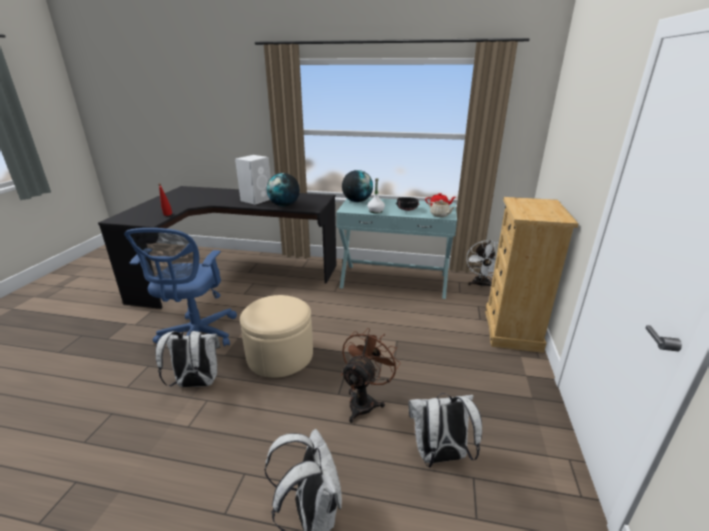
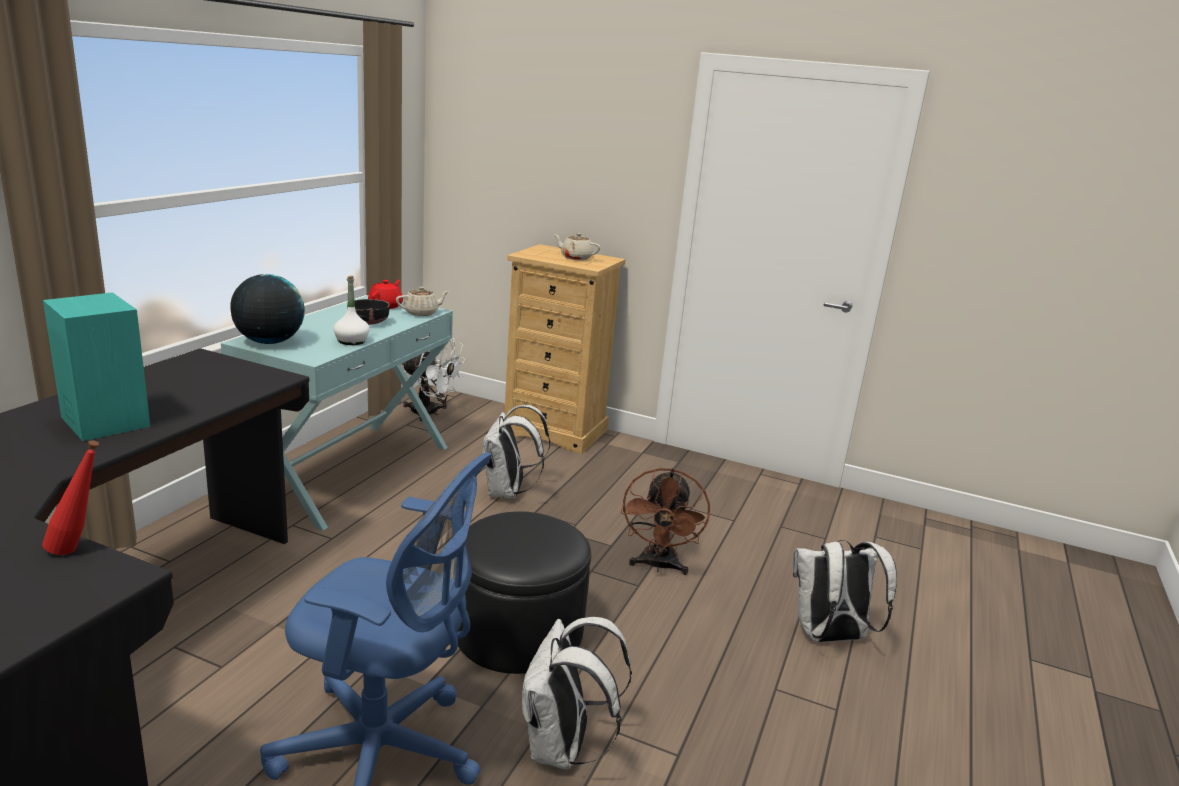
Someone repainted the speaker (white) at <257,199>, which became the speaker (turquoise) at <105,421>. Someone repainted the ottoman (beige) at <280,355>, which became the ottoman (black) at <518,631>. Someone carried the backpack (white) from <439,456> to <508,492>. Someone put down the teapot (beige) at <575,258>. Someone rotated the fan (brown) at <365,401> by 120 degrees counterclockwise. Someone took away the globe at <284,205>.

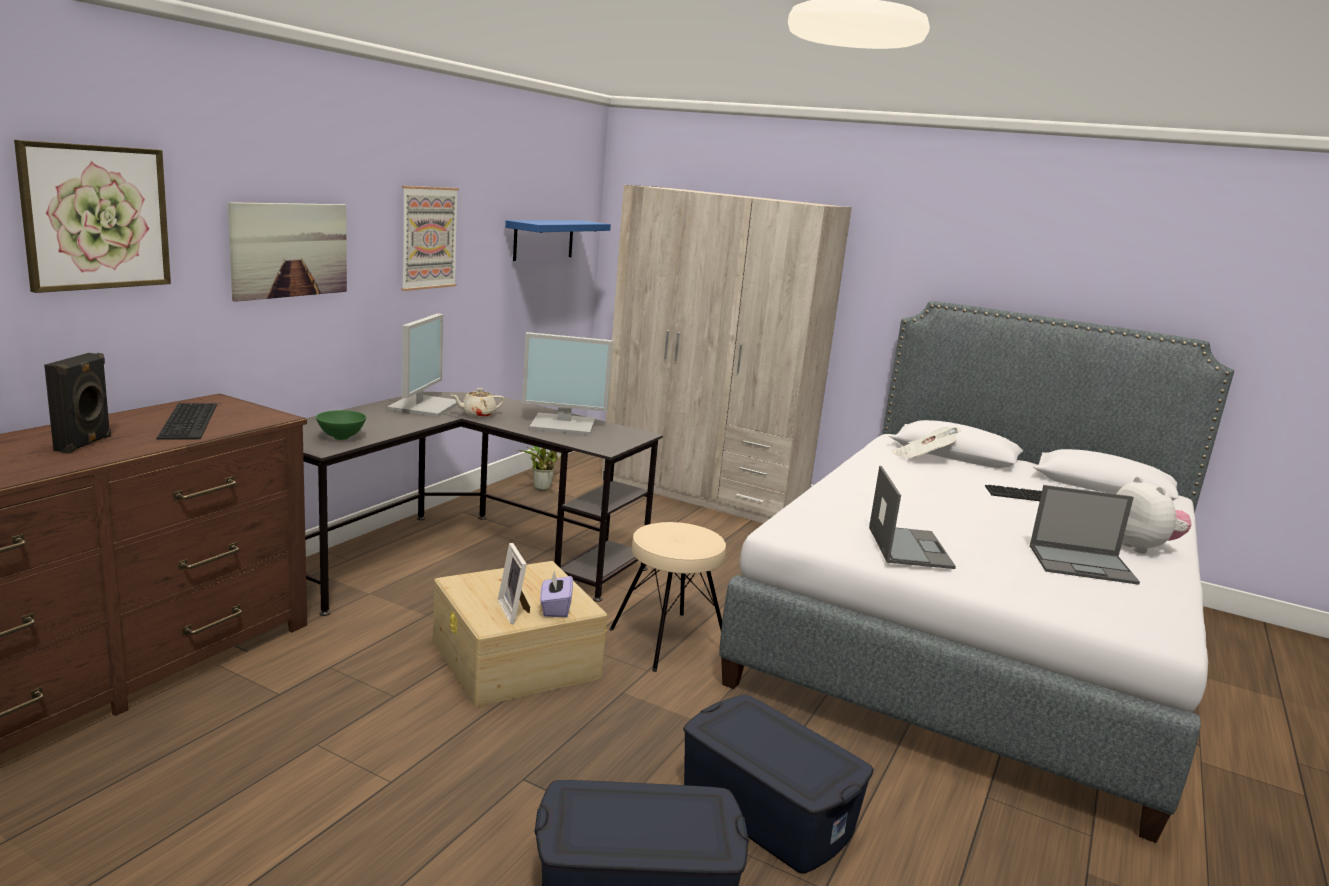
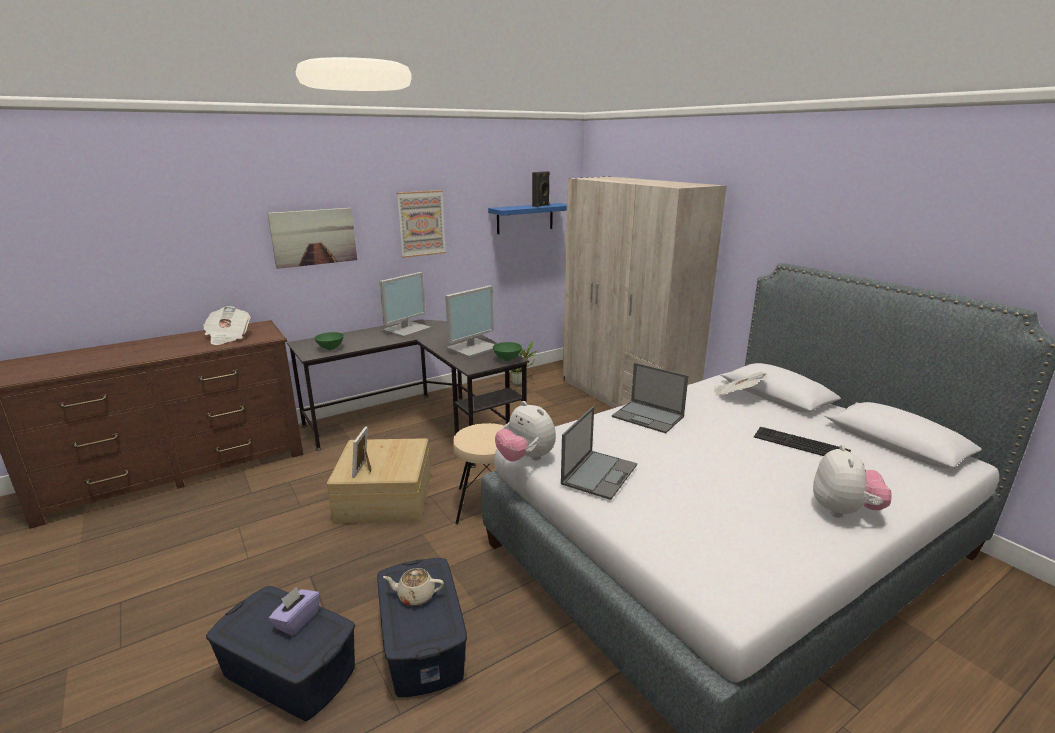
Someone swapped the keyboard at <191,421> for the newspaper at <228,337>. Someone carried the tissue box (purple) from <555,608> to <297,620>. Someone carried the teapot (beige) from <477,414> to <415,595>. Someone rotated the monitor at <564,424> by 75 degrees counterclockwise. Someone put down the bowl (green) at <507,359>. Someone put down the plush toy at <525,458>. Someone carried the speaker (black) from <85,444> to <541,206>. Someone carried the laptop from <1083,564> to <648,417>. Someone took away the picture at <96,217>.

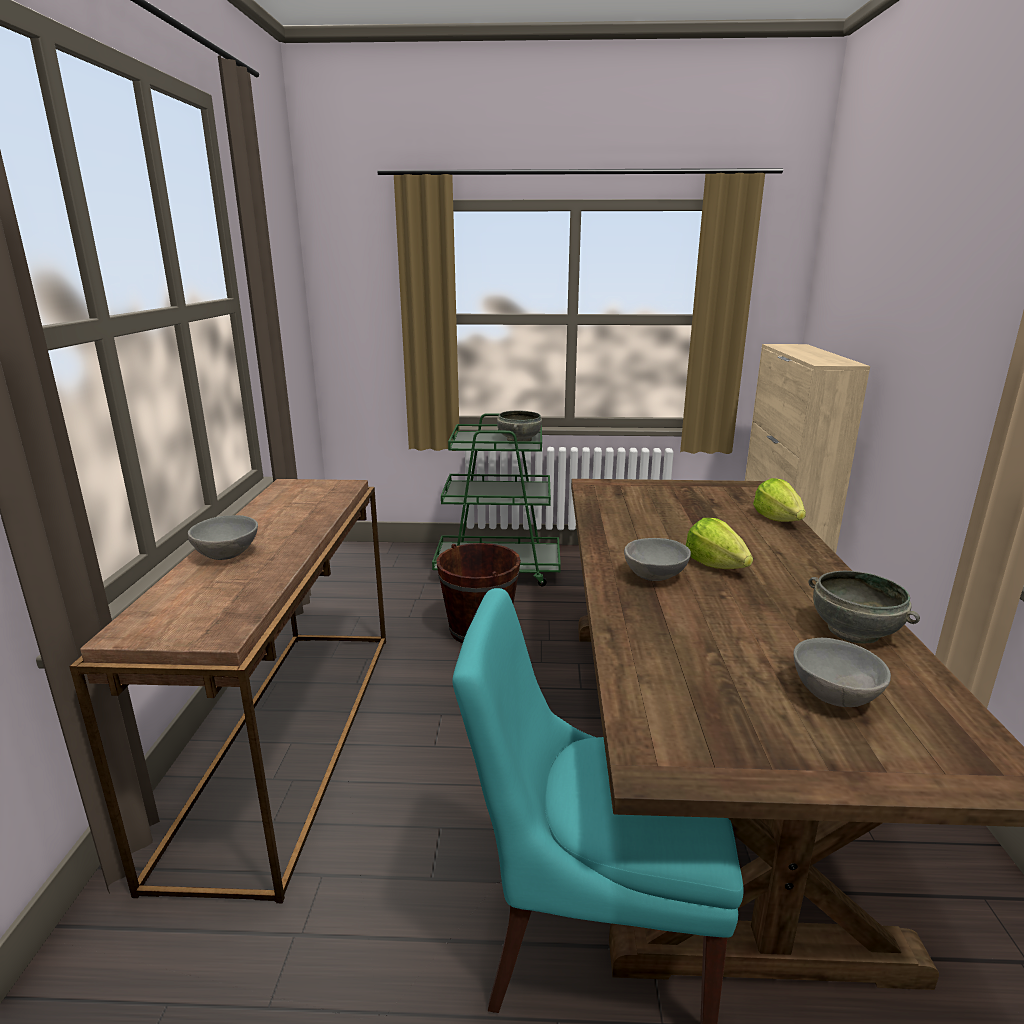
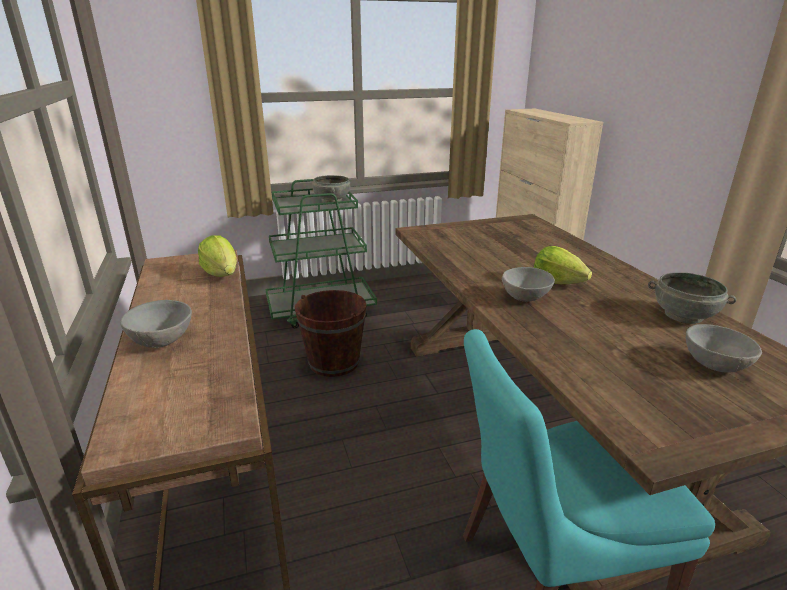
Someone carried the lettuce from <777,519> to <222,274>.

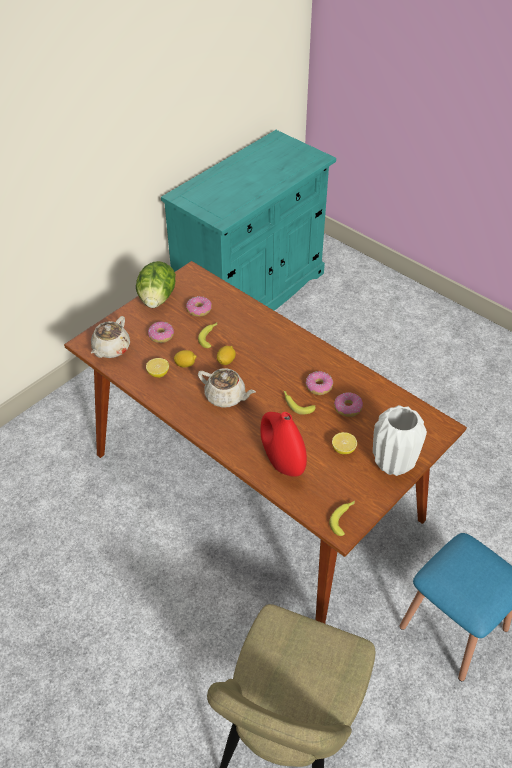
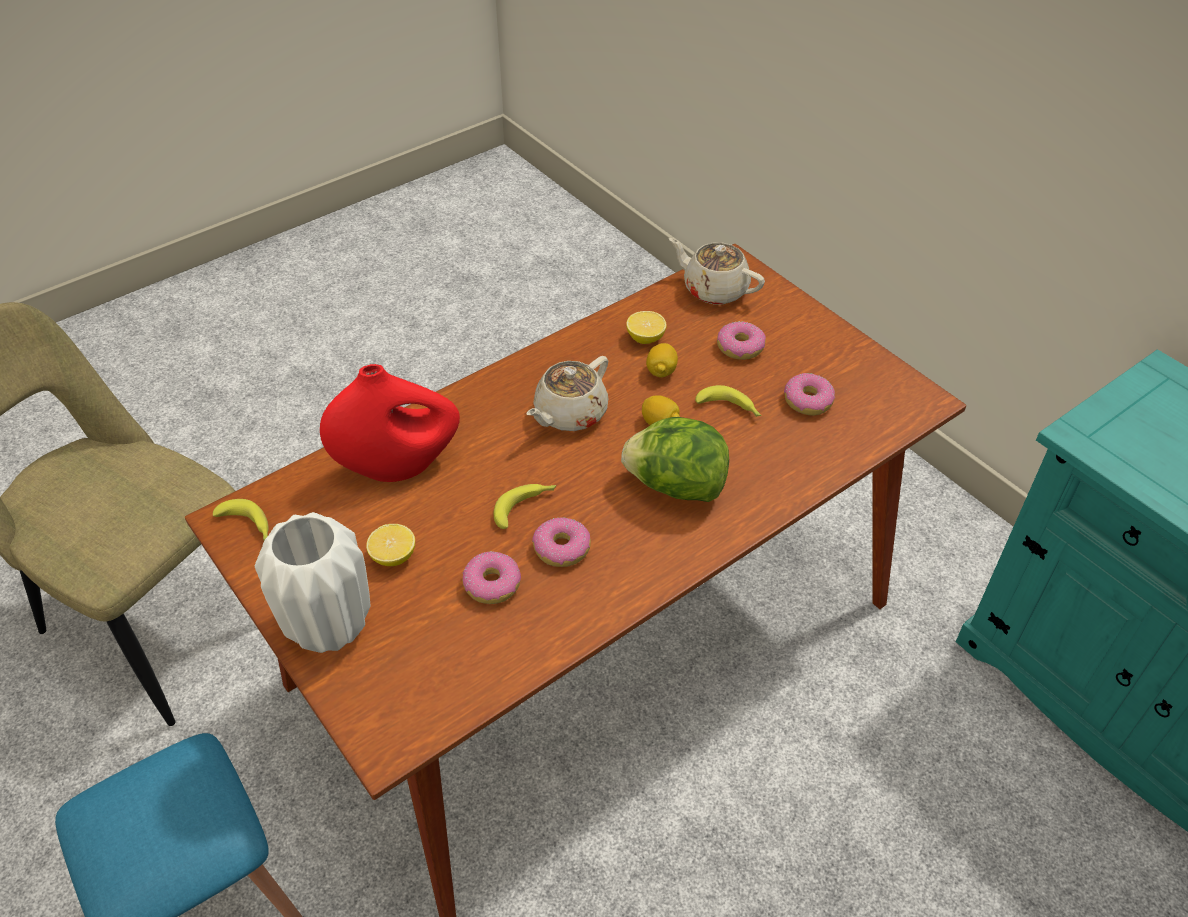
Someone carried the lettuce from <157,299> to <675,486>.

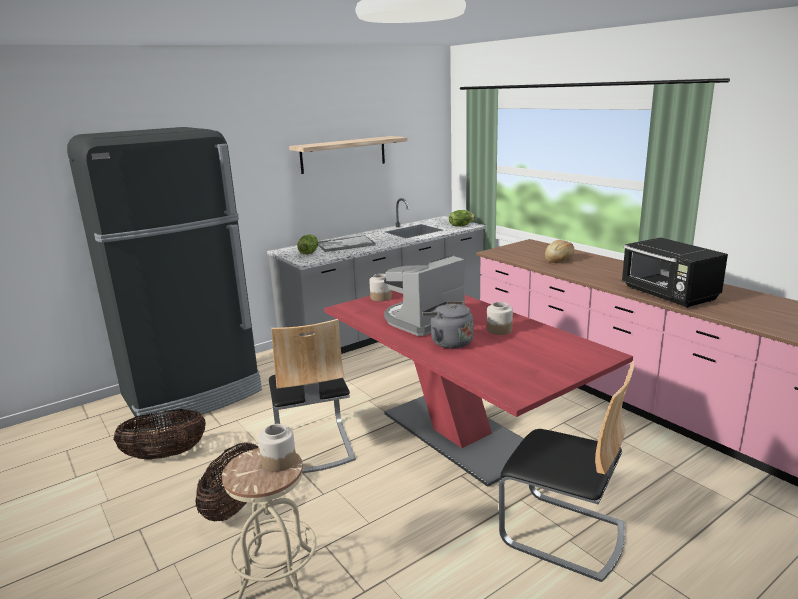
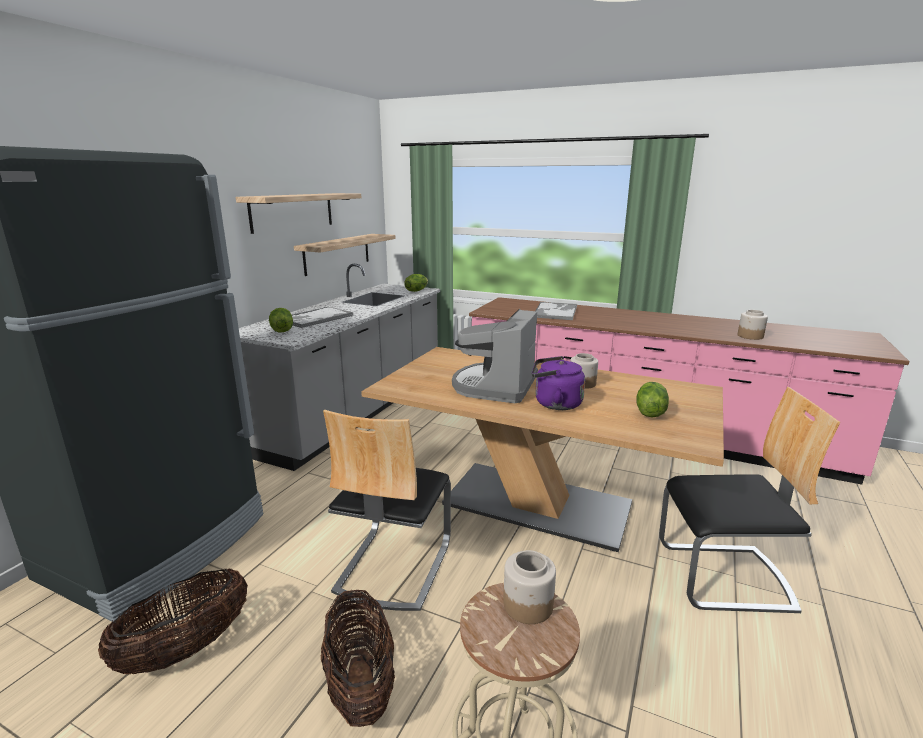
Someone put up the shelf at <337,253>. Someone rotated the chair at <313,445> by 60 degrees clockwise. Someone repainted the dining table (red) at <460,434>, which became the dining table (beige) at <537,504>. Someone repainted the kettle (grey) at <449,342>, which became the kettle (purple) at <554,404>. Someone swapped the bread at <559,259> for the tray at <555,312>. Someone put down the lettuce at <649,412>. Someone carried the jar from <381,298> to <750,336>. Someone took away the microwave (black) at <669,295>.

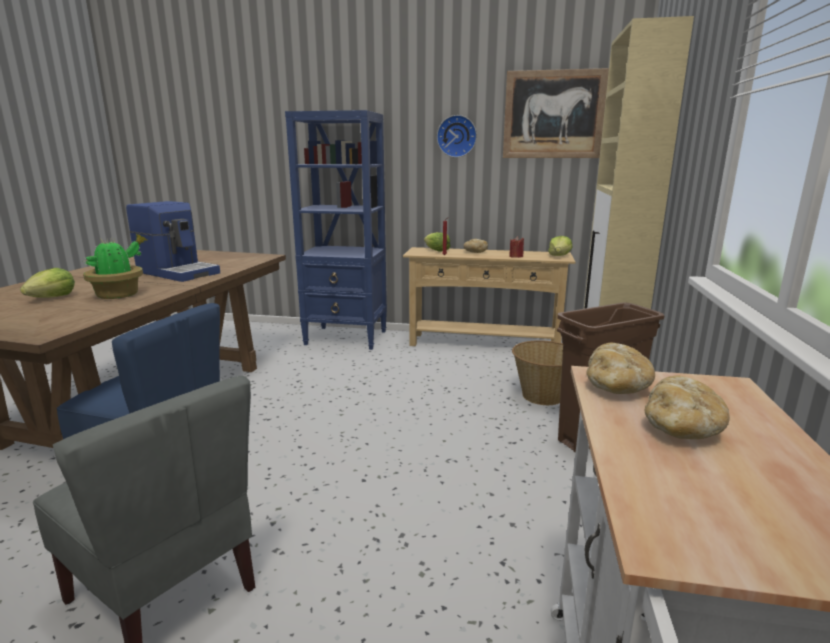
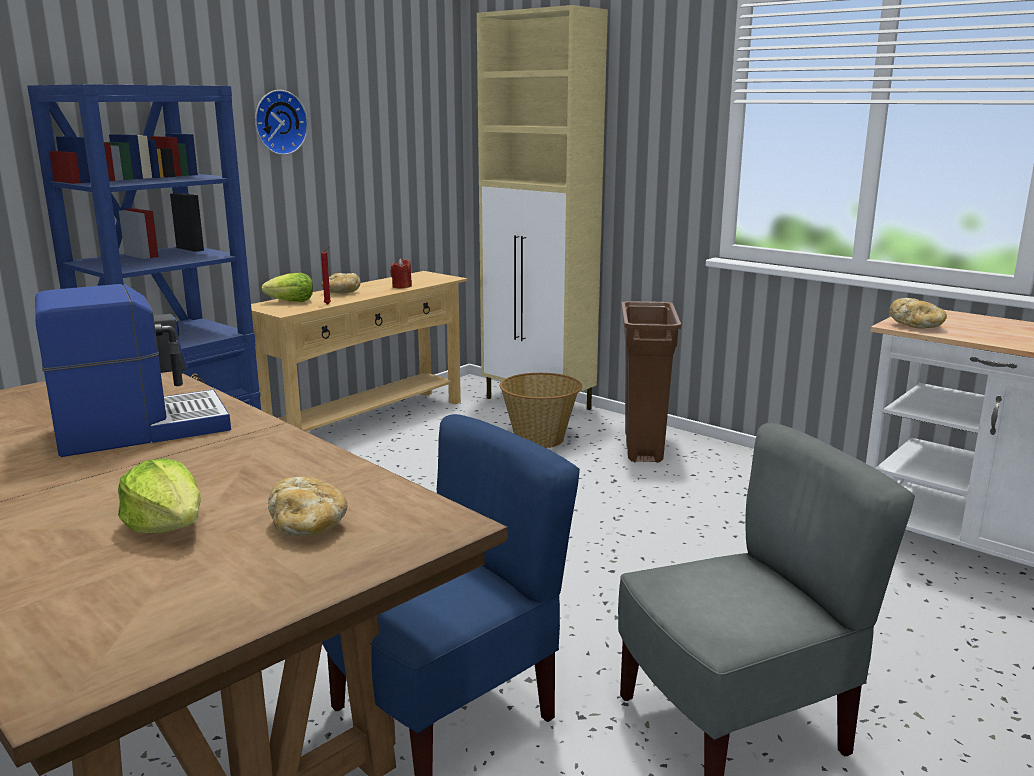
Someone carried the bread from <681,428> to <308,527>. Someone took away the potted plant at <120,295>. Someone took away the picture at <553,115>. Someone took away the lettuce at <559,256>.

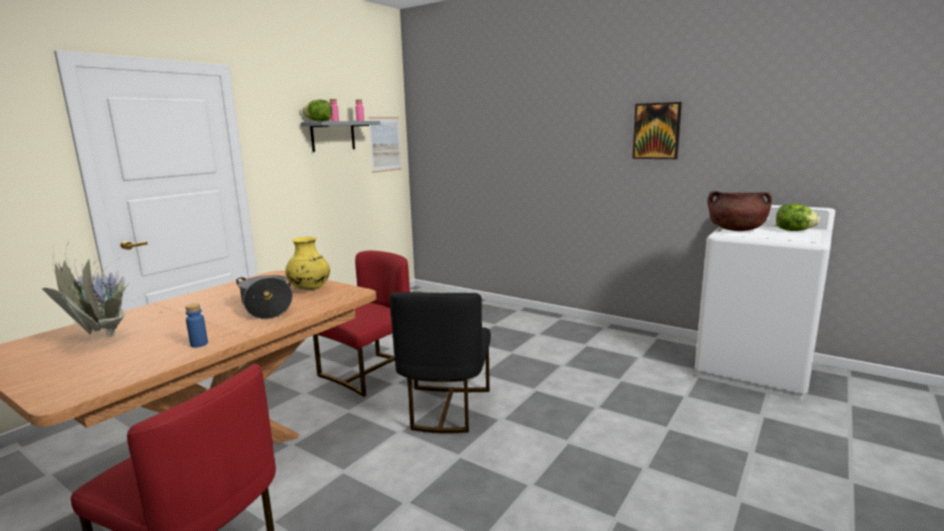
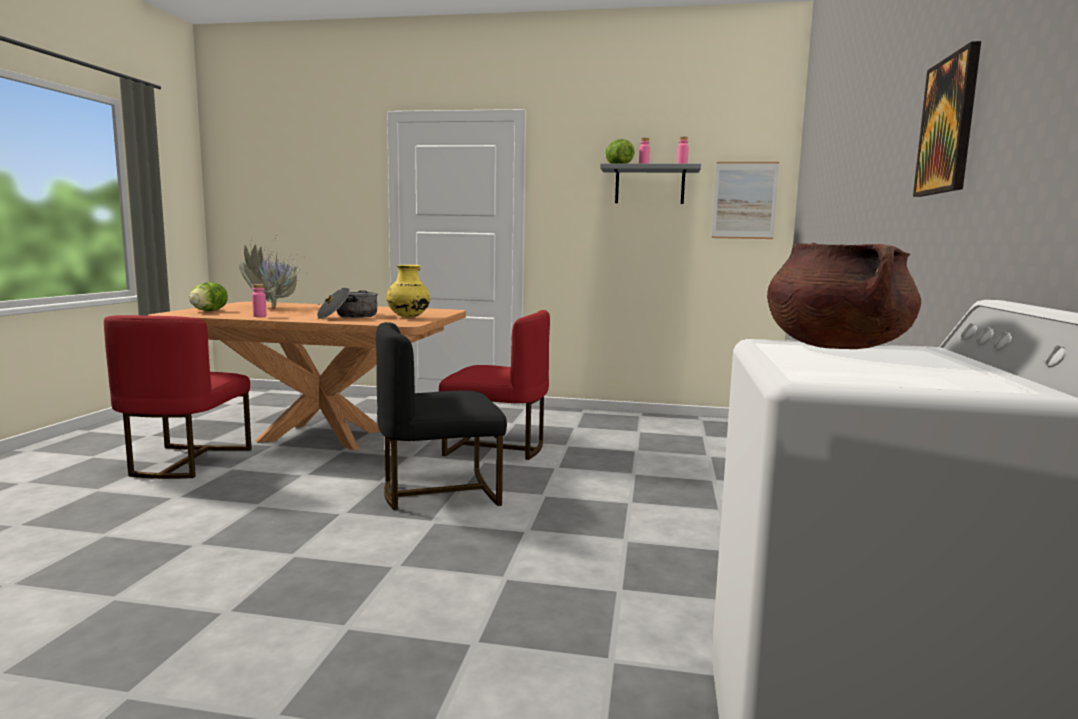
Someone carried the lettuce from <793,231> to <208,311>. Someone repainted the bottle (blue) at <199,344>, which became the bottle (pink) at <259,316>.

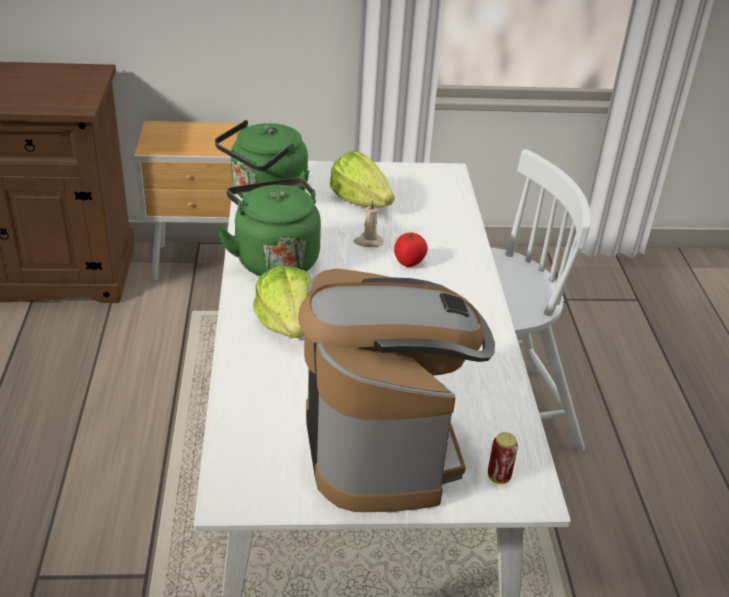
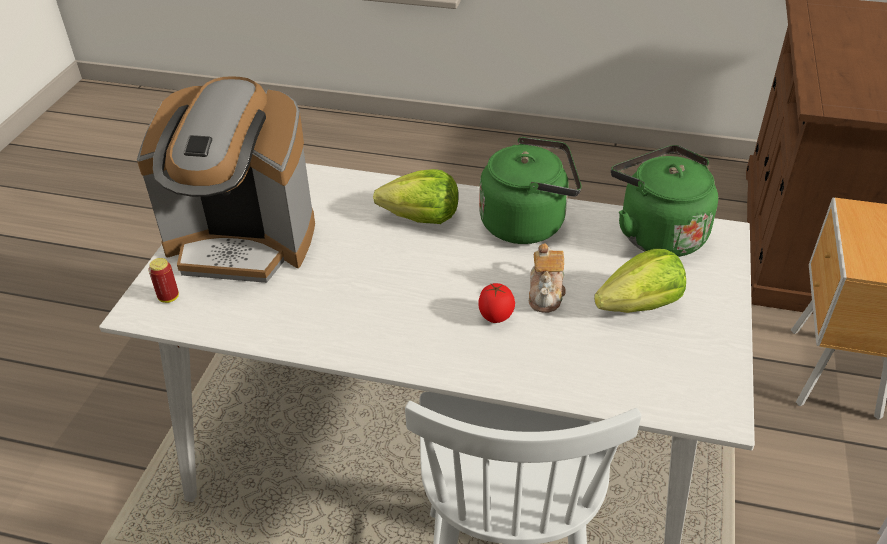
Someone swapped the candle (beige) at <368,242> for the teapot at <546,293>.

